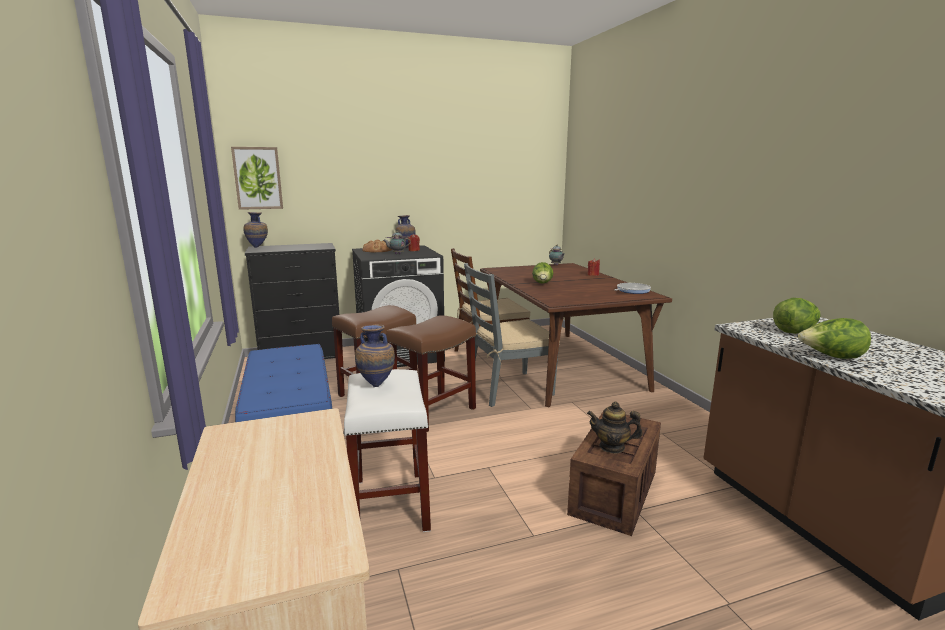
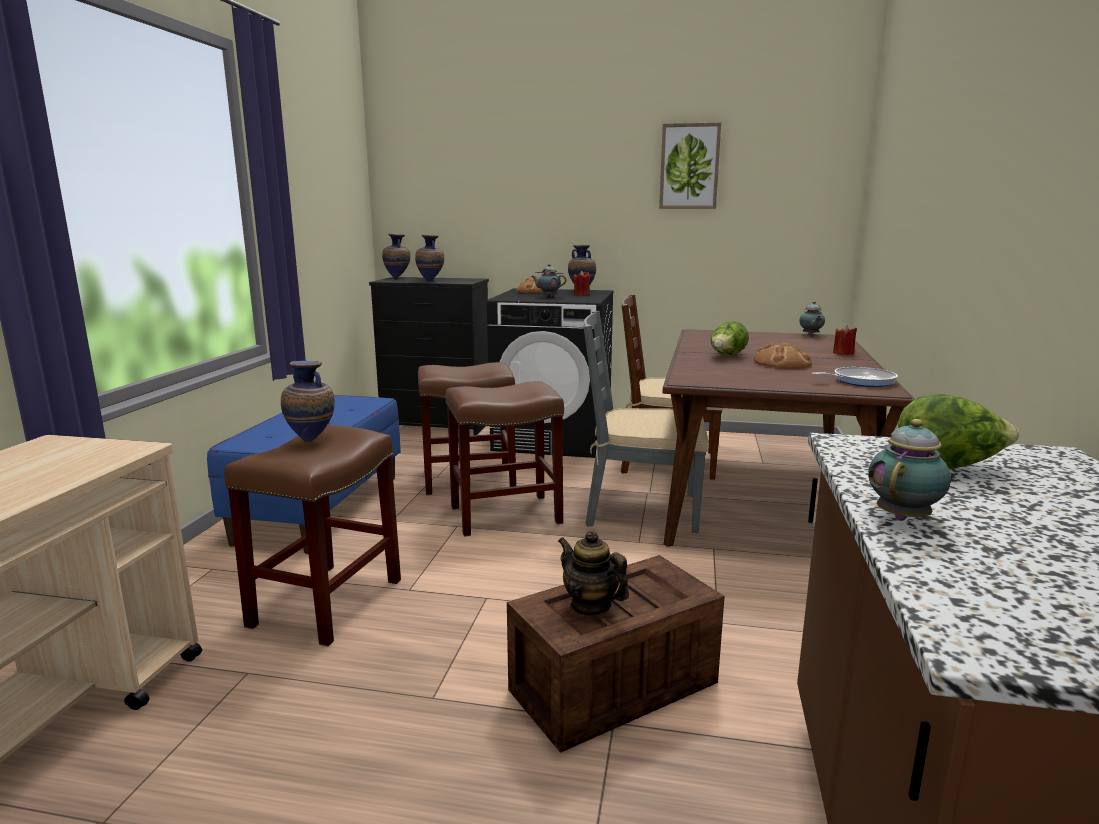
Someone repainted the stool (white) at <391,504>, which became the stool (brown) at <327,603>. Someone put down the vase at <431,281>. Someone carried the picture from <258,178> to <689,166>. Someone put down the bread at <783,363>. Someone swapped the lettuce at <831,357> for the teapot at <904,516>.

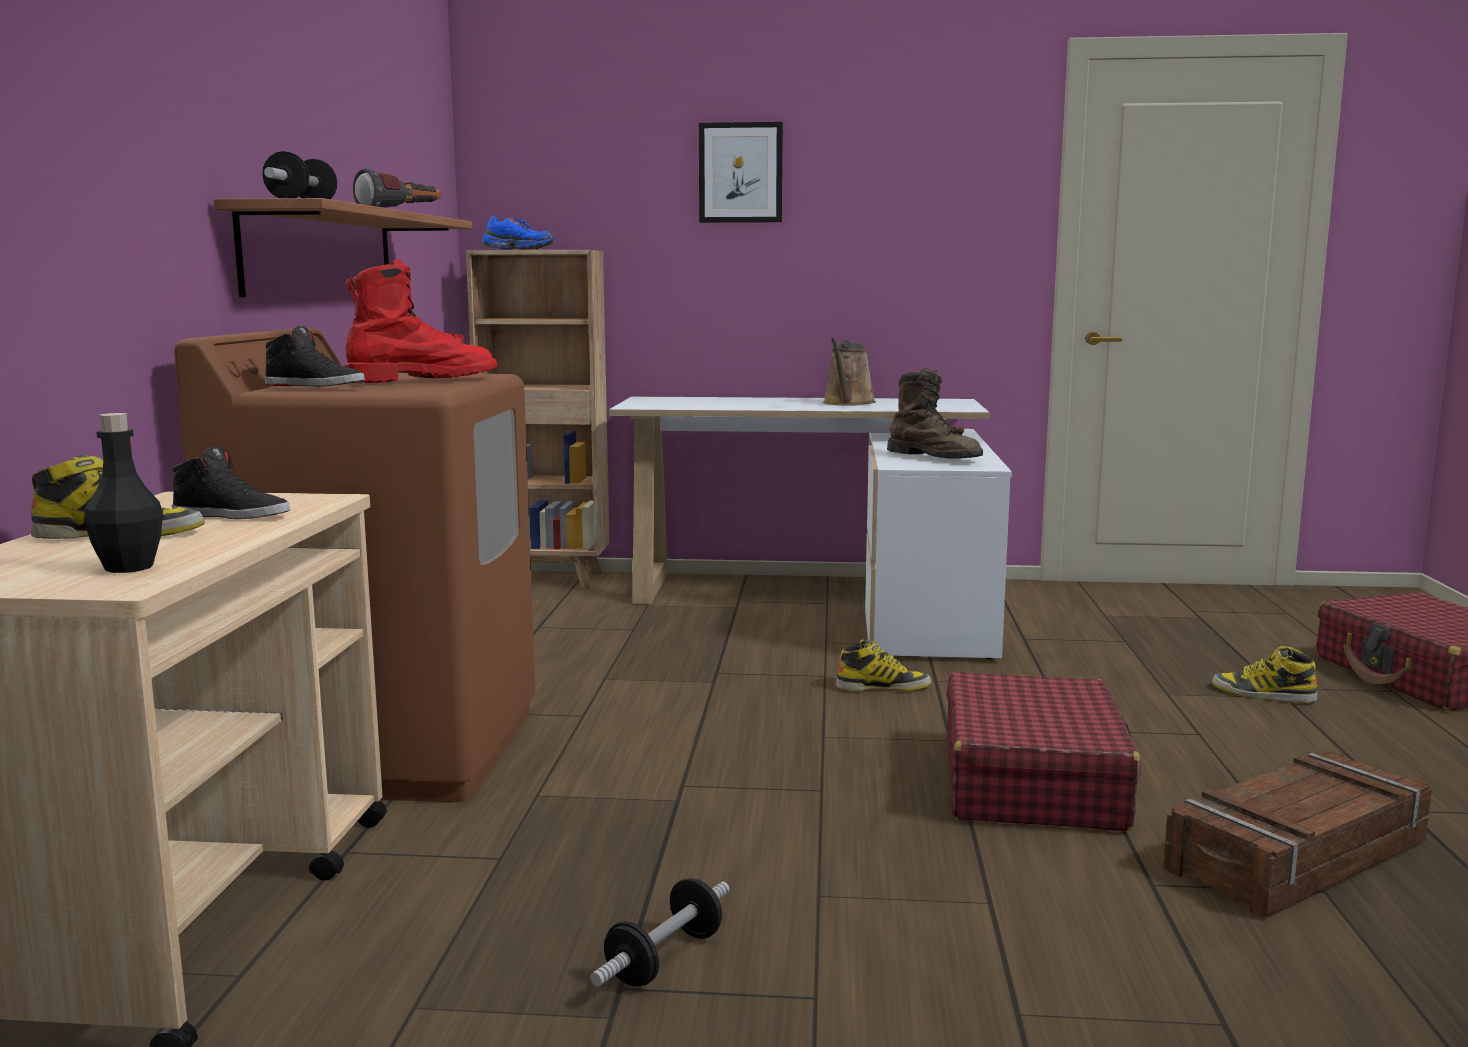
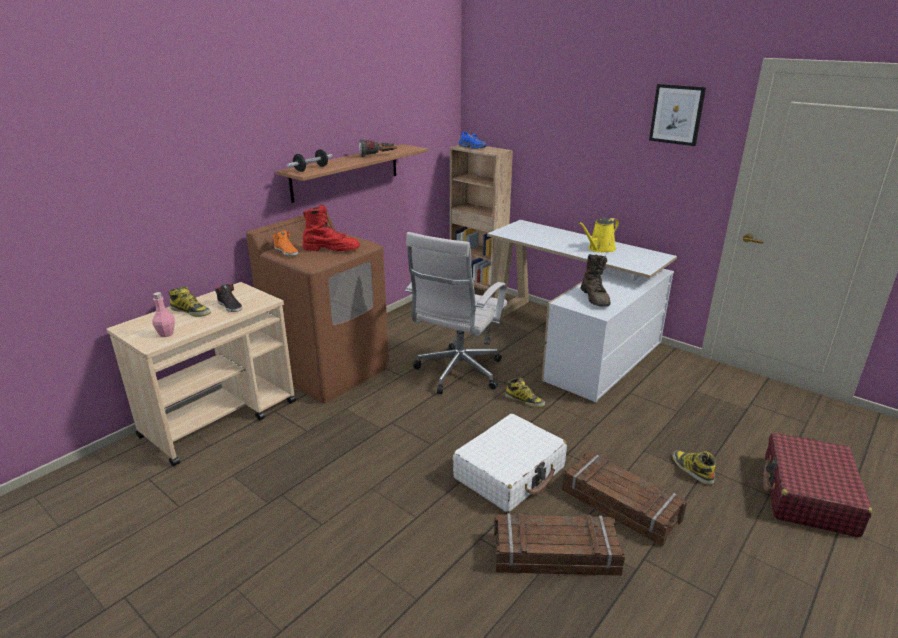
Someone repainted the bottle (black) at <129,567>, which became the bottle (pink) at <166,334>. Someone repainted the shoe (black) at <315,385>, which became the shoe (orange) at <286,252>. Someone put down the office chair (white) at <457,374>. Someone repainted the suitcase (red) at <1032,782>, which became the suitcase (white) at <510,473>. Someone put down the crate at <620,505>. Someone repainted the watering can (brown) at <848,403>, which became the watering can (yellow) at <599,249>. Someone carried the picture from <740,173> to <676,114>. Someone took away the dumbbell at <665,959>.

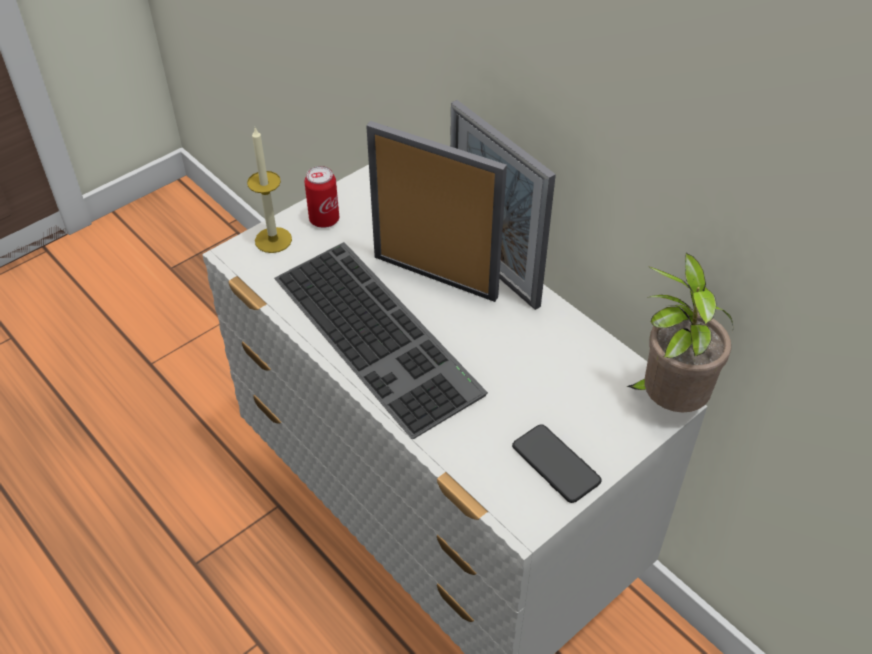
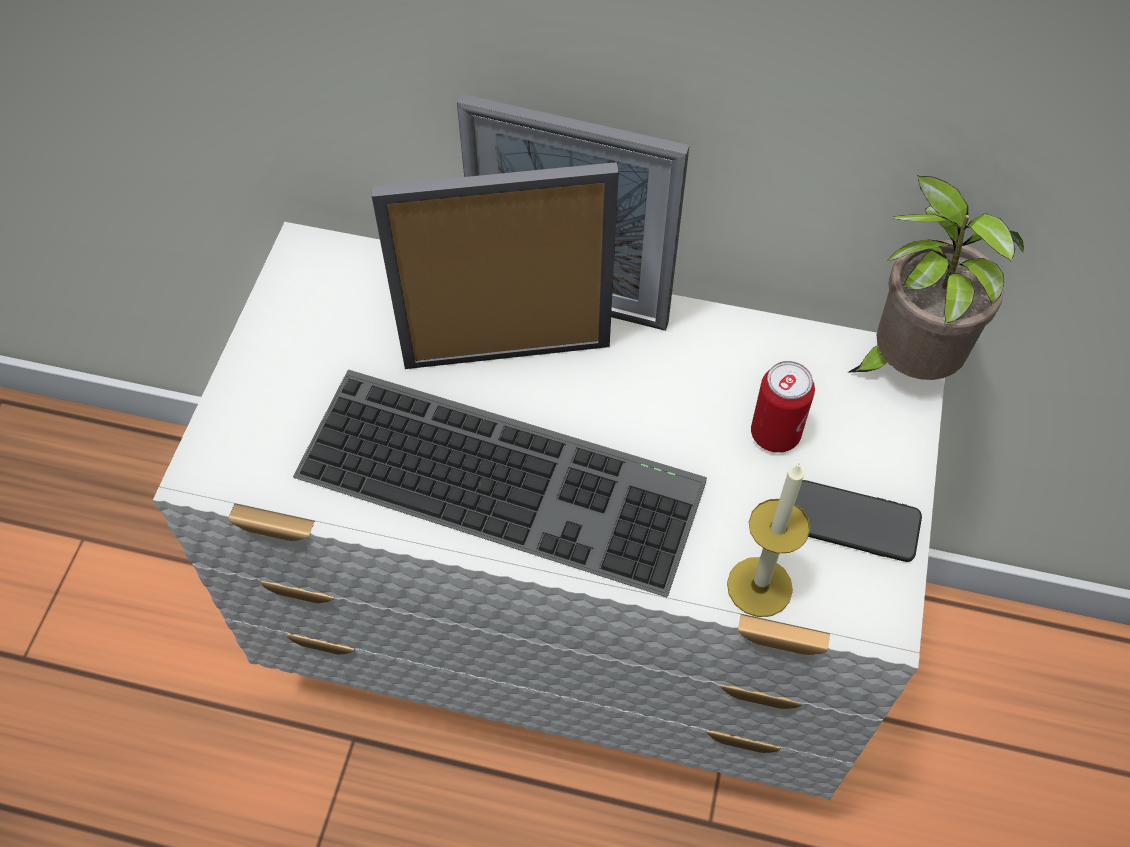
Someone carried the candle from <273,240> to <759,586>. Someone carried the can from <324,220> to <775,434>.

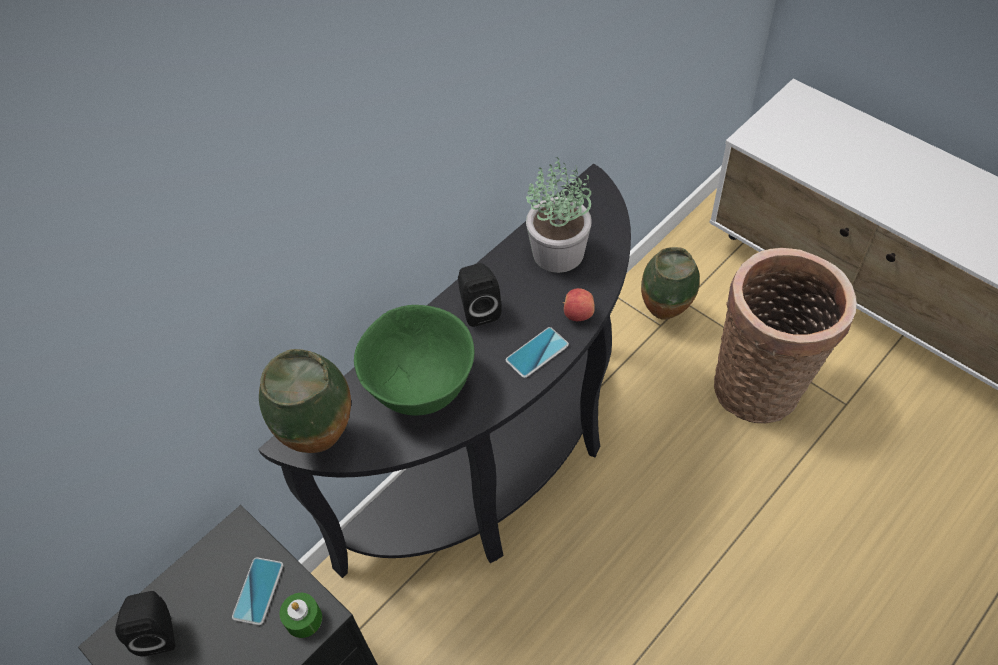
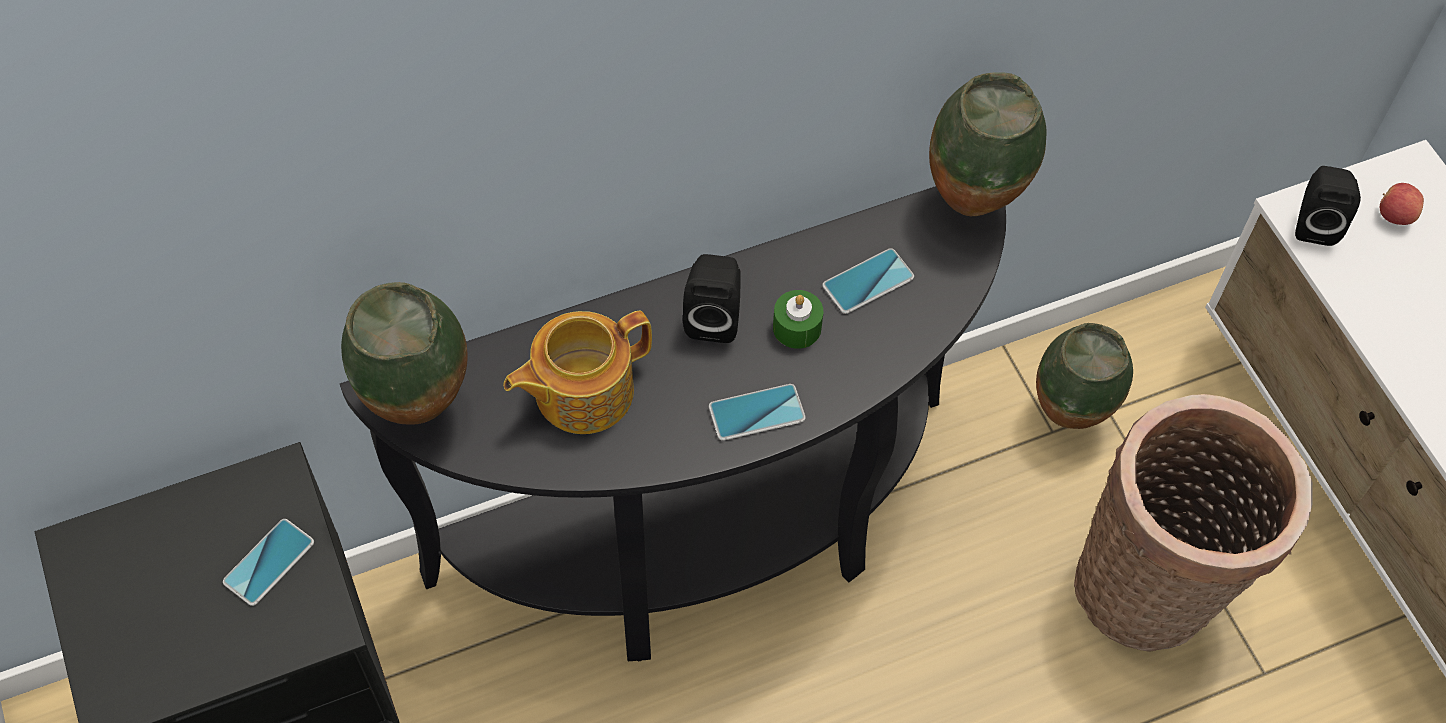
Someone swapped the bowl (green) at <421,386> for the teapot at <581,391>. Someone carried the candle (green) from <303,619> to <797,327>. Someone swapped the potted plant at <559,252> for the phone at <868,282>. Someone put down the vase at <973,205>. Someone carried the speaker (black) from <159,631> to <1314,223>. Someone carried the apple from <578,314> to <1394,215>.

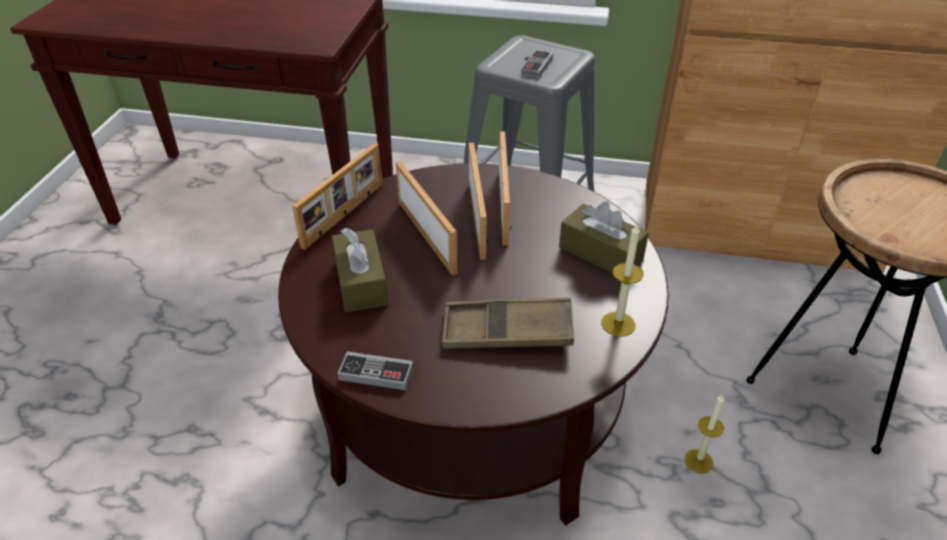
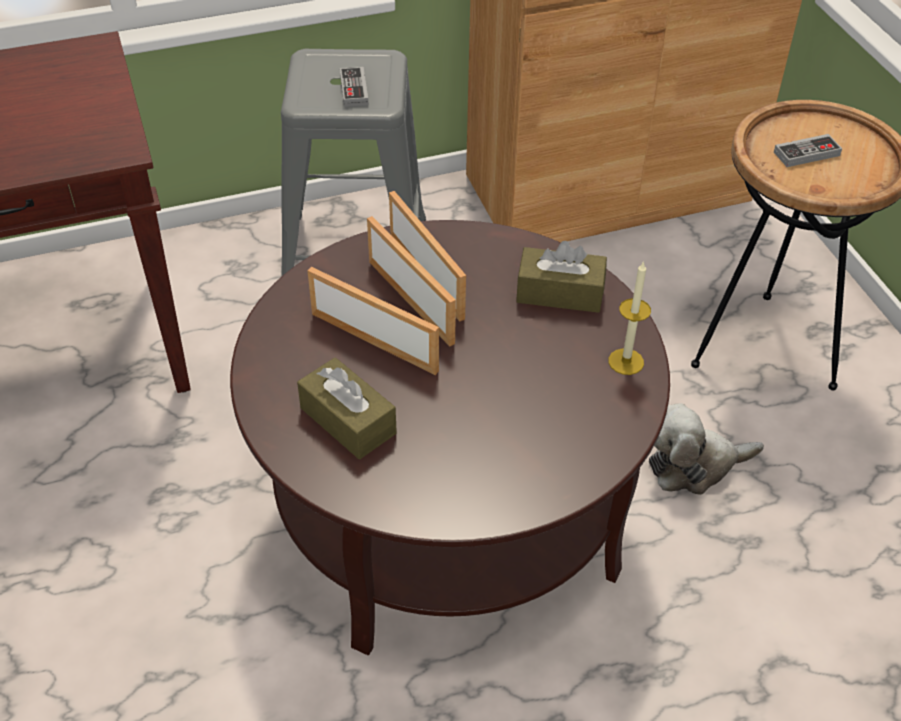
Someone swapped the candle at <698,461> for the plush toy at <694,465>. Someone carried the game controller from <376,373> to <806,154>. Someone took away the picture frame at <345,215>. Someone took away the tray (brown) at <507,331>.

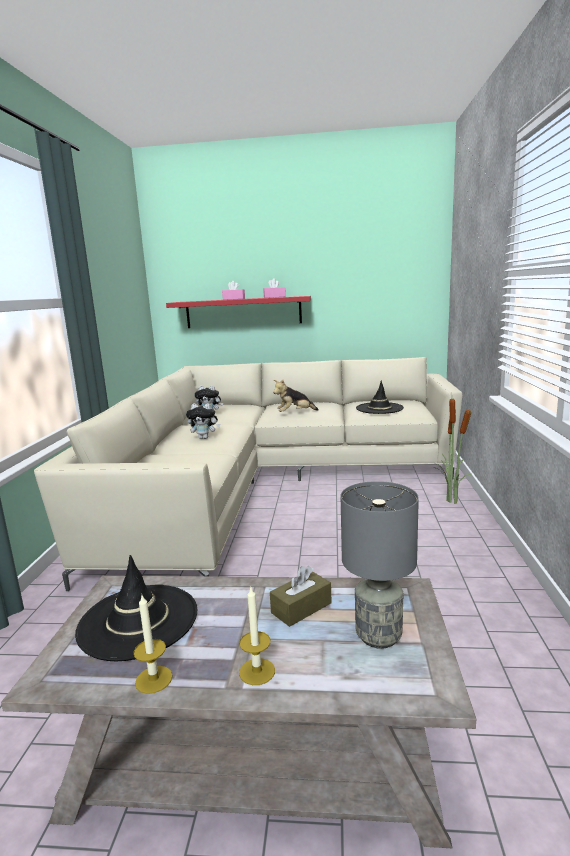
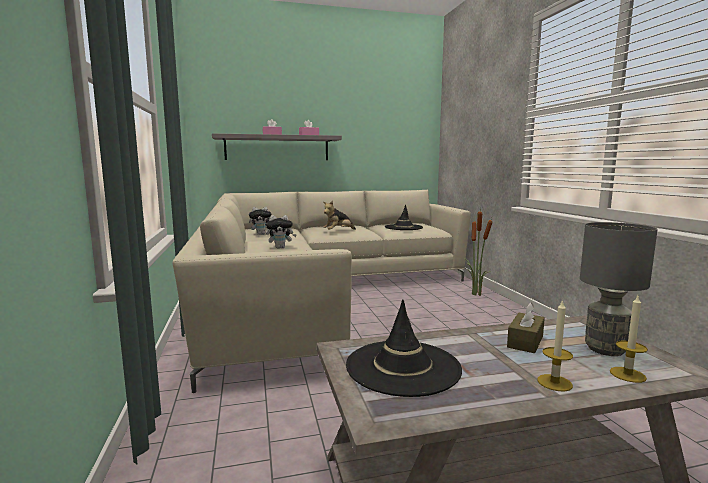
Someone repainted the shelf (red) at <243,312>, which became the shelf (grey) at <277,148>. Someone carried the candle from <154,679> to <627,374>.

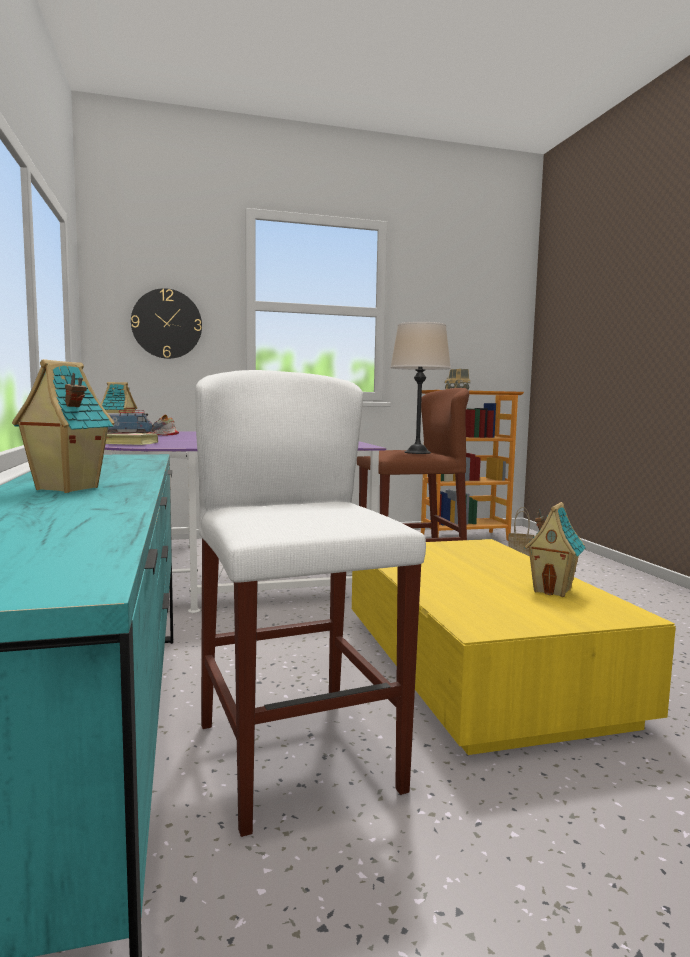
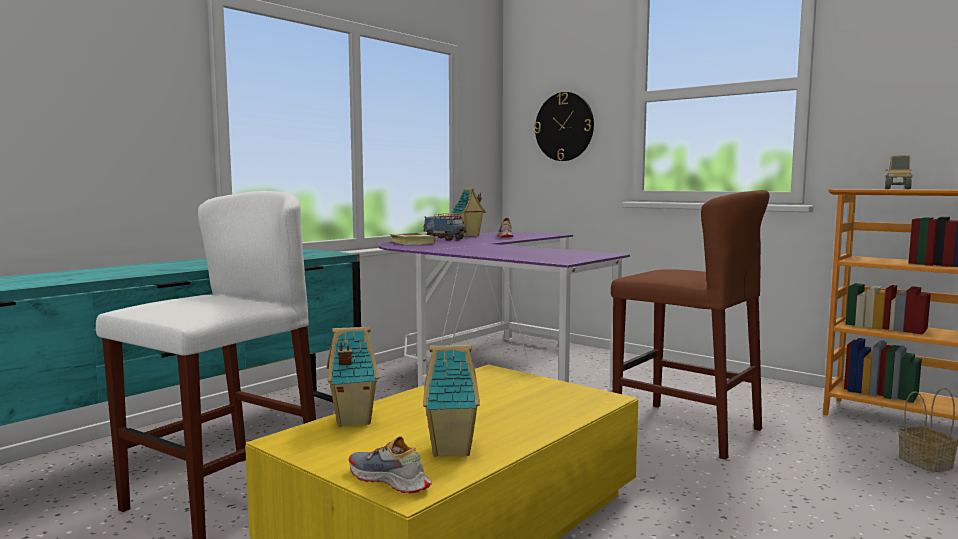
Someone carried the toy house from <65,489> to <351,420>. Someone put down the shoe at <389,481>. Someone took away the table lamp (beige) at <417,452>.

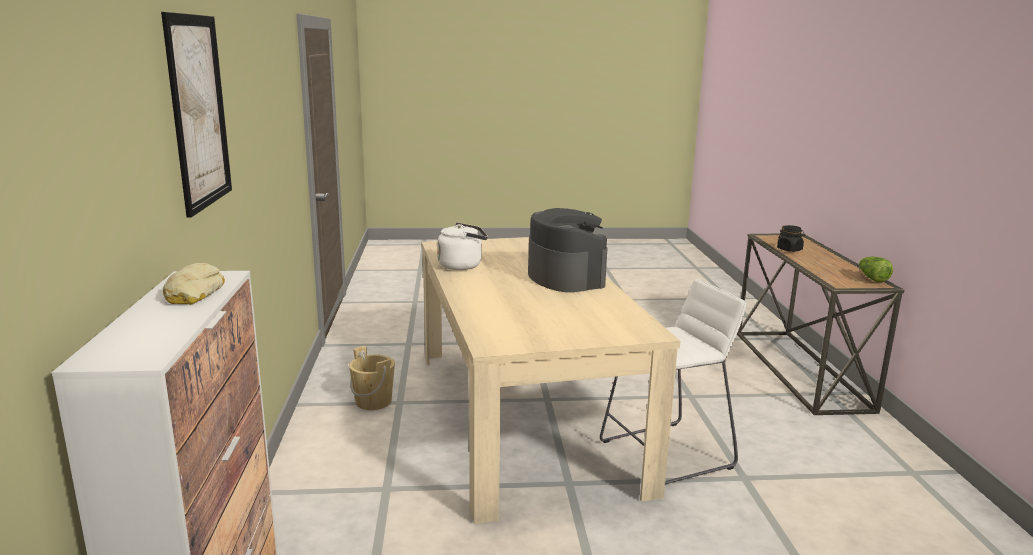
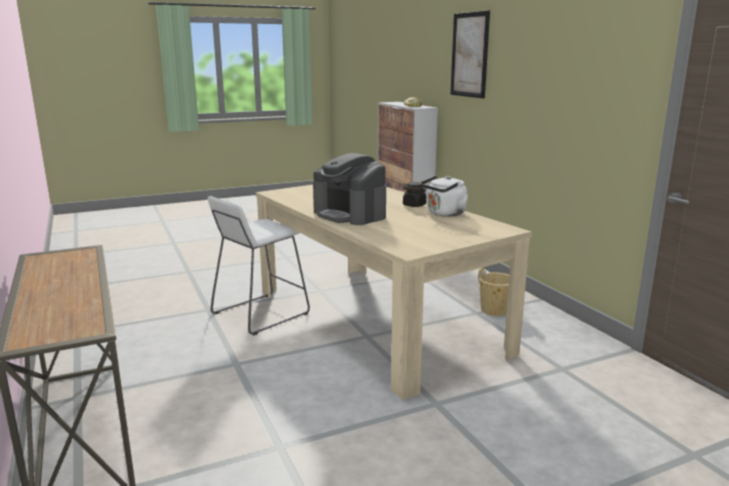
Someone carried the jar (black) from <789,250> to <414,205>. Someone took away the lettuce at <871,278>.

